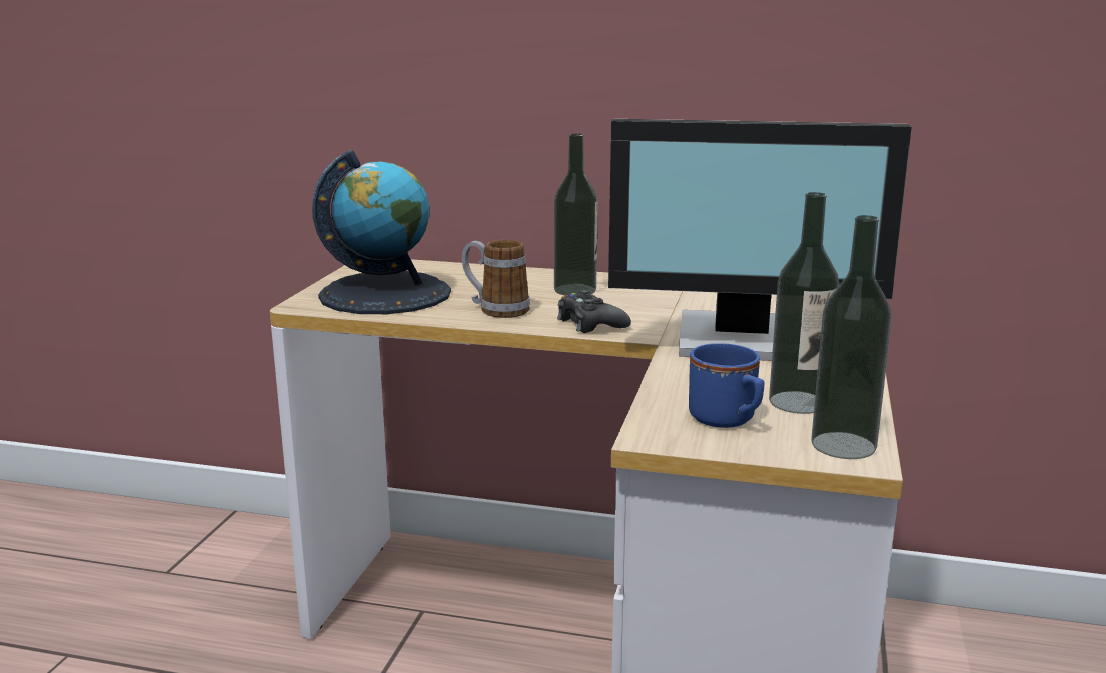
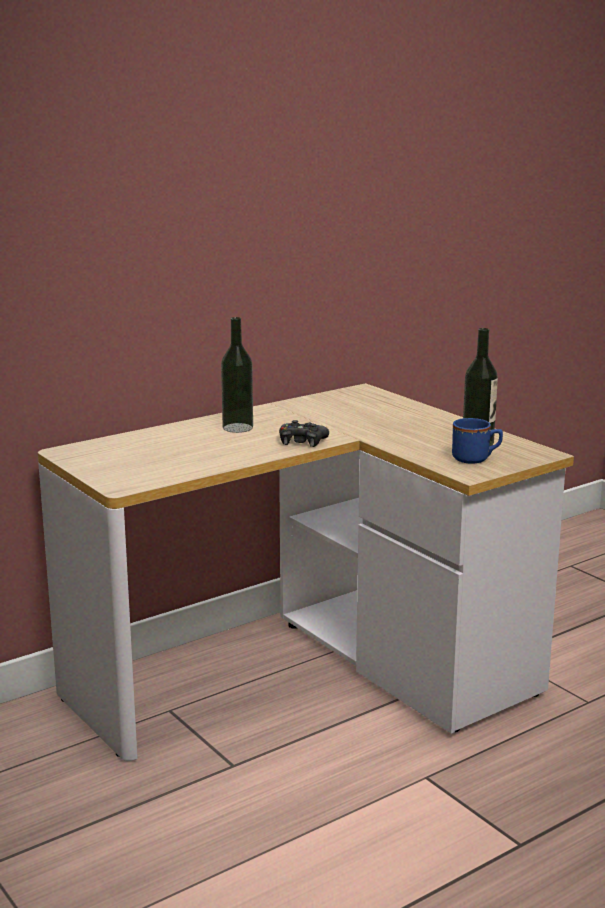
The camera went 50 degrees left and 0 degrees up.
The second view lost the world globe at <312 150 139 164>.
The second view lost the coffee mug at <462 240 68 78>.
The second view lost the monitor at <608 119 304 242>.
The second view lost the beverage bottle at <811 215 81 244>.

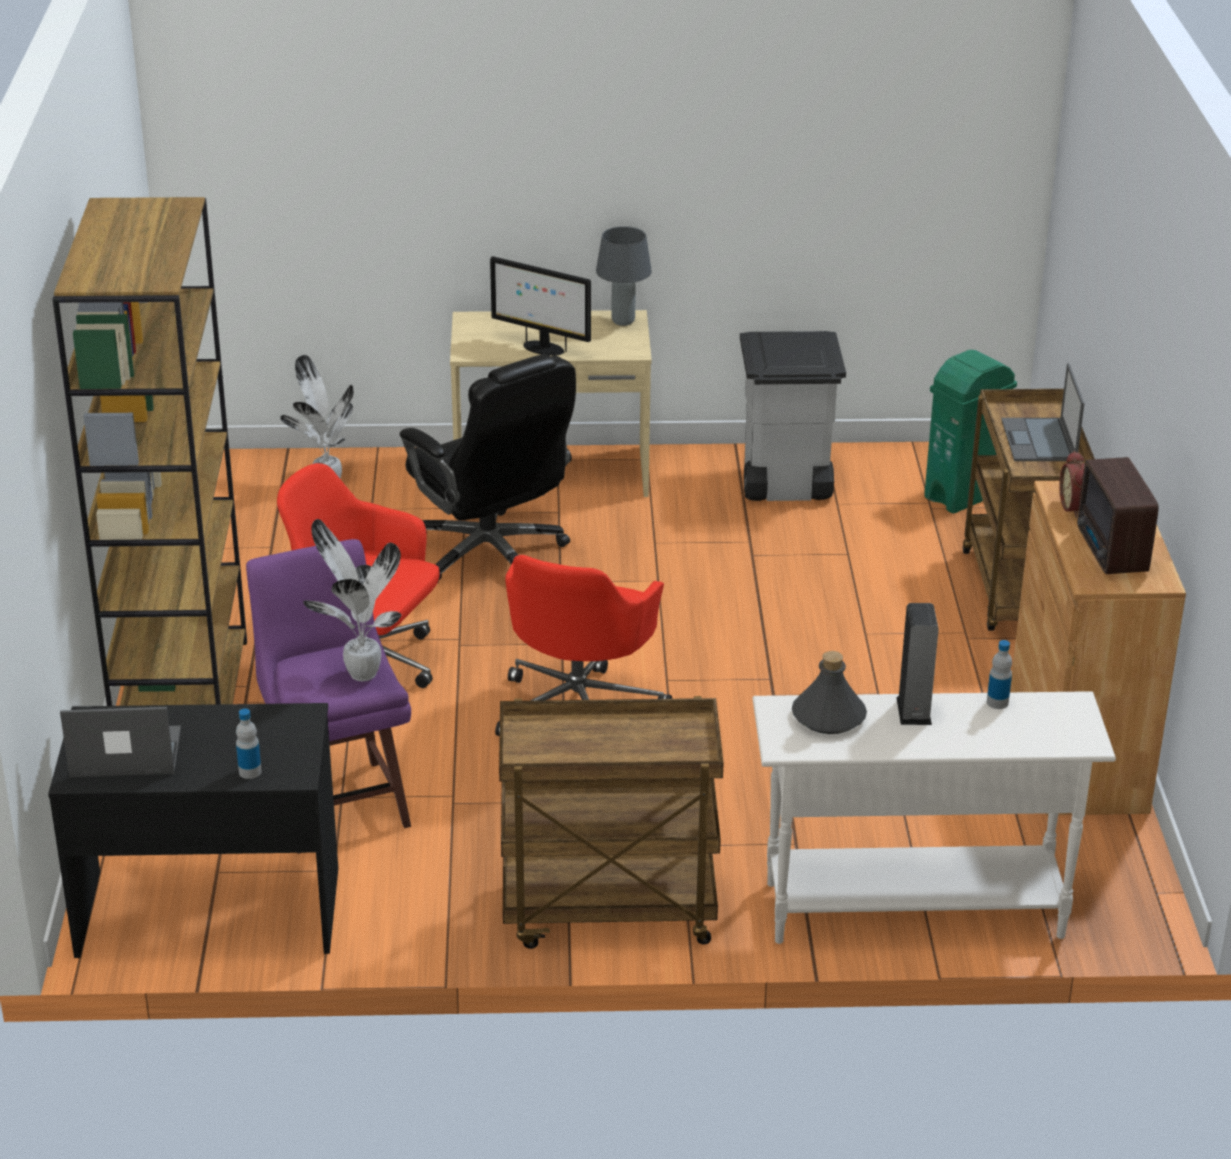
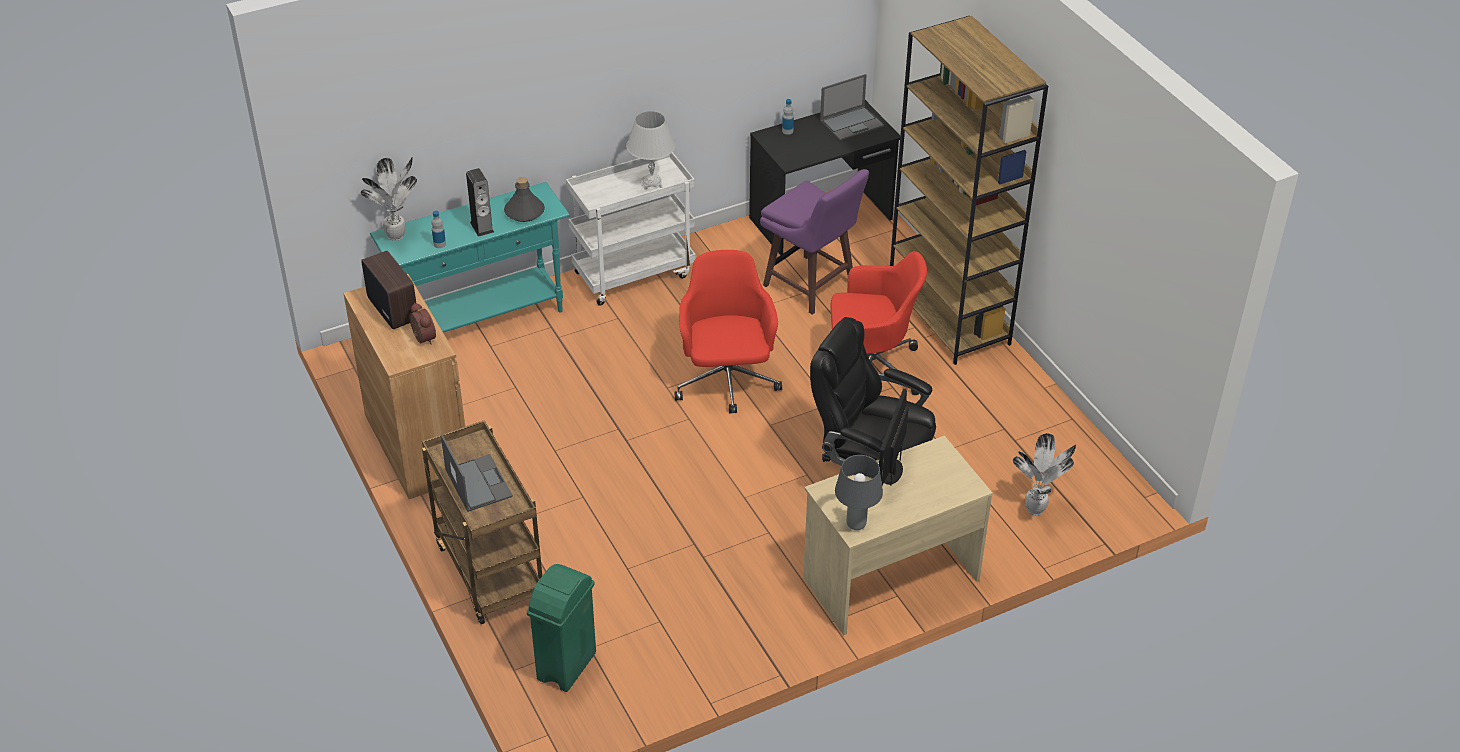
The camera went 155 degrees right and 10 degrees up.
The second view lost the trash can in greyish at <740 331 106 170>.
The second view gained the tabletop lamp in white at <626 111 50 79>.
The potted plant ended up elsewhere, having gone from <303 519 98 162> to <360 157 57 84>.
What was the cart in brown-coloured at <499 696 225 253> turned into the cart in white at <566 152 130 154>.
What was the hall table in white at <753 691 363 253> turned into the hall table in turquoise at <370 182 200 151>.
The monitor at <490 256 101 100> ended up facing another way, 75 degrees counterclockwise from before.

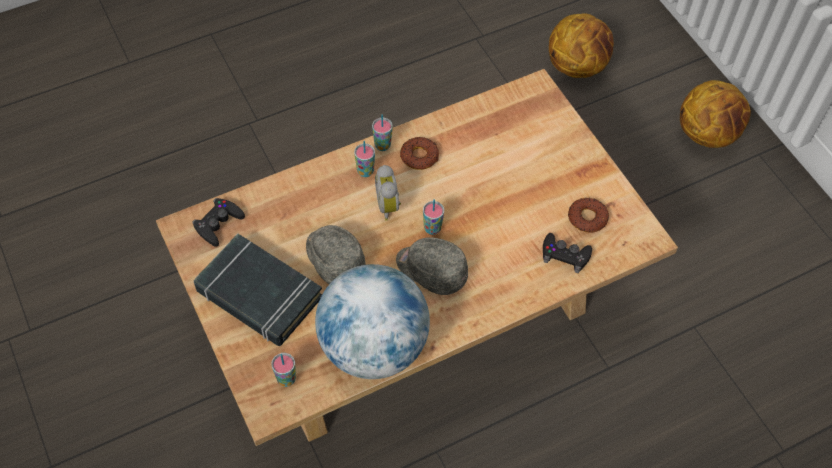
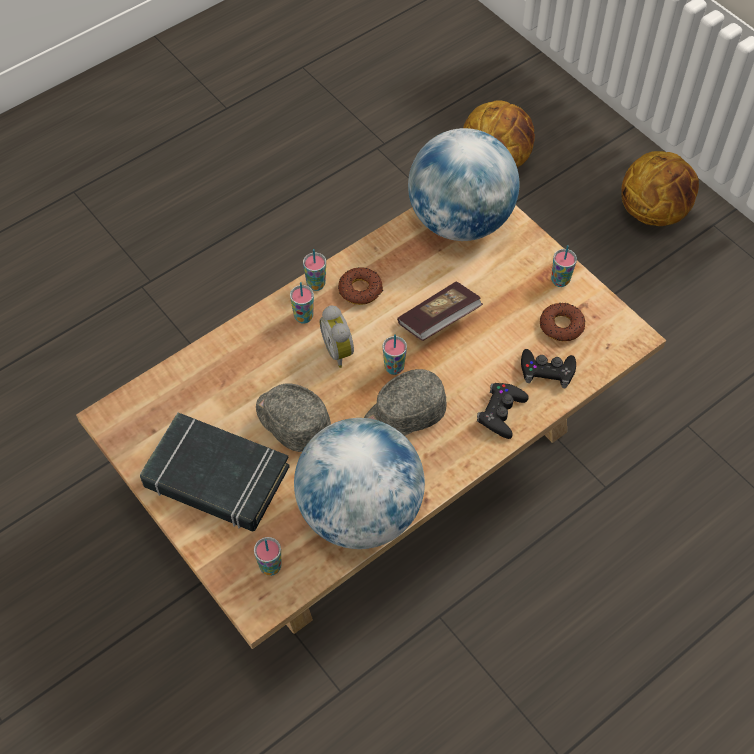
The camera went 10 degrees left and 0 degrees up.
The second view gained the volume at <397 282 86 59>.
The second view gained the world globe at <408 128 111 113>.
The second view gained the small cup at <551 245 26 42>.
The game controller in black ended up elsewhere, having gone from <192 198 53 49> to <477 383 52 56>.
The peaked cap in greyish at <396 237 72 58> ended up facing another way, 45 degrees counterclockwise from before.

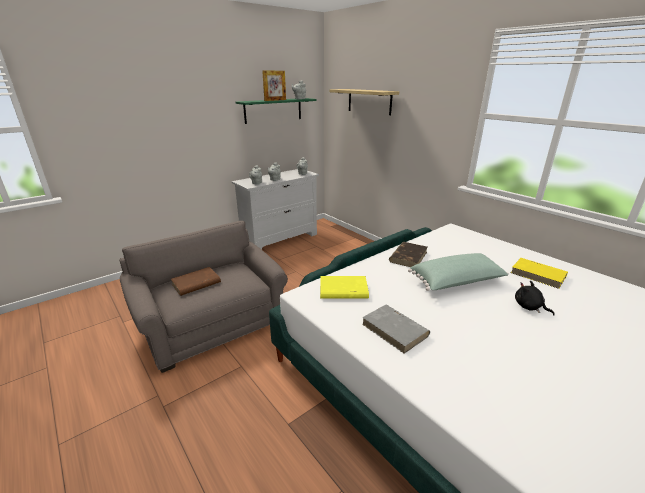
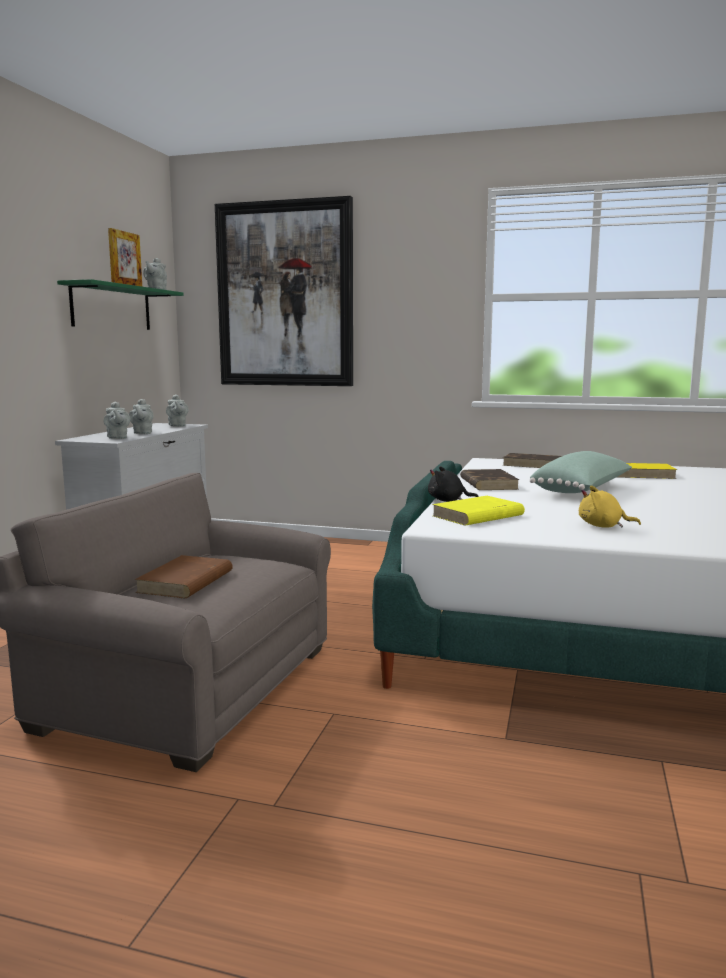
The camera went 35 degrees left and 15 degrees down.
The second view gained the volume in brown-coloured at <502 453 60 15>.
The soft toy in black ended up elsewhere, having gone from <515 281 40 35> to <428 466 51 36>.
Where the shelf hung at <330 89 69 26>, the picture came to hang at <215 196 138 190>.
Where the volume in greyish stood at <362 305 68 49>, the soft toy in yellow came to stand at <579 486 62 42>.

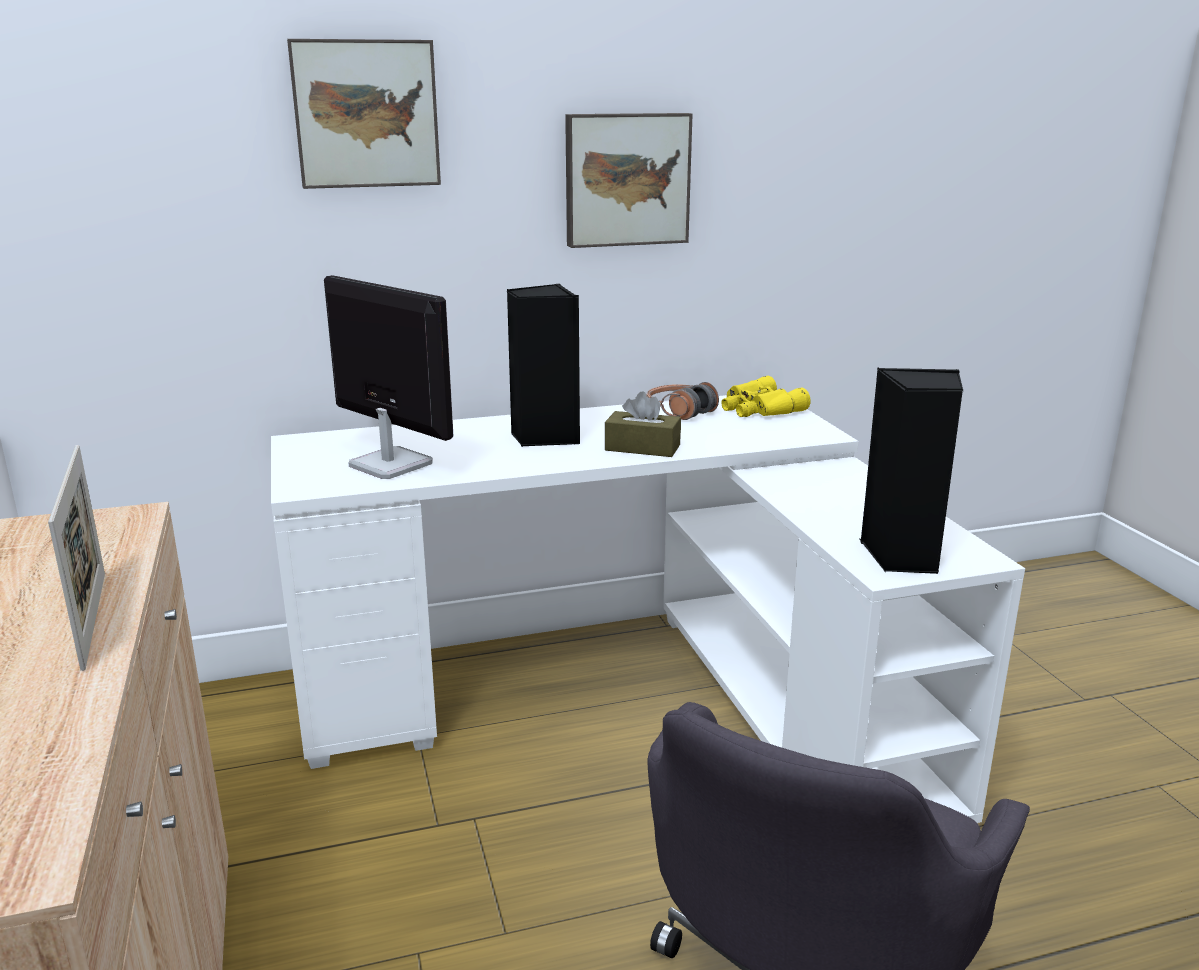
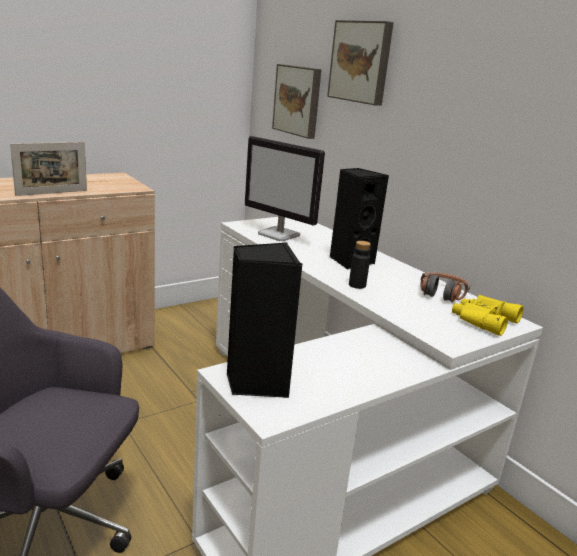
The camera went 70 degrees right and 0 degrees up.
The picture ended up elsewhere, having gone from <565 113 128 135> to <272 64 50 75>.
Where the tissue box in brown-coloured stood at <605 391 76 66>, the beverage bottle in black came to stand at <349 241 22 48>.
The monitor at <324 275 129 204> ended up facing another way, 105 degrees clockwise from before.

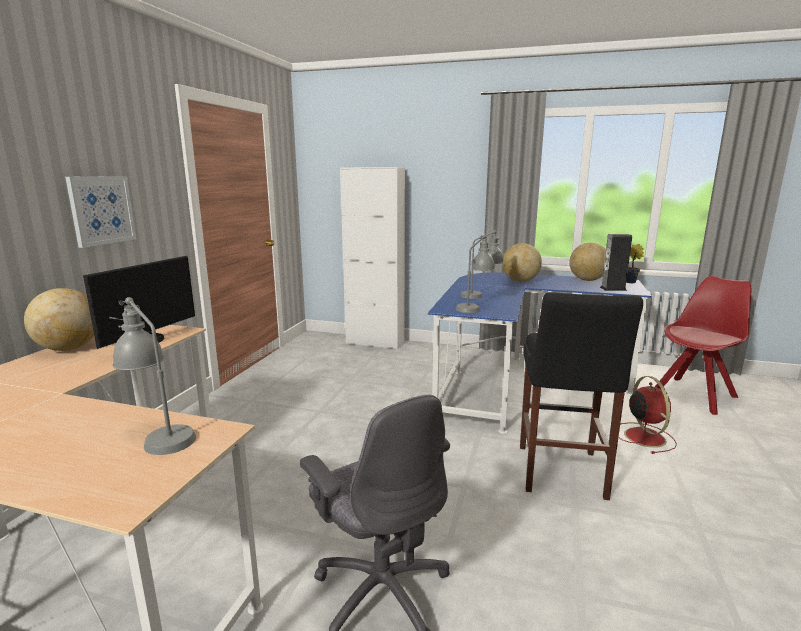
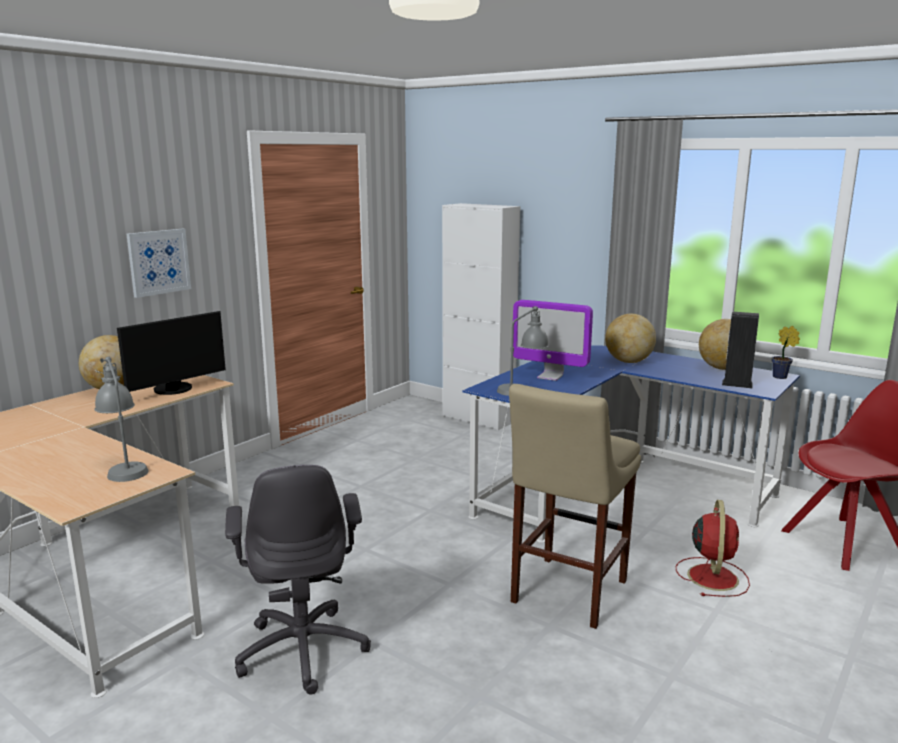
The camera went 20 degrees right and 0 degrees up.
Where the tabletop lamp in greyish stood at <460 230 44 69>, the monitor came to stand at <513 300 80 81>.
What was the sitting stool in black at <520 292 123 208> turned into the sitting stool in beige at <509 384 132 245>.

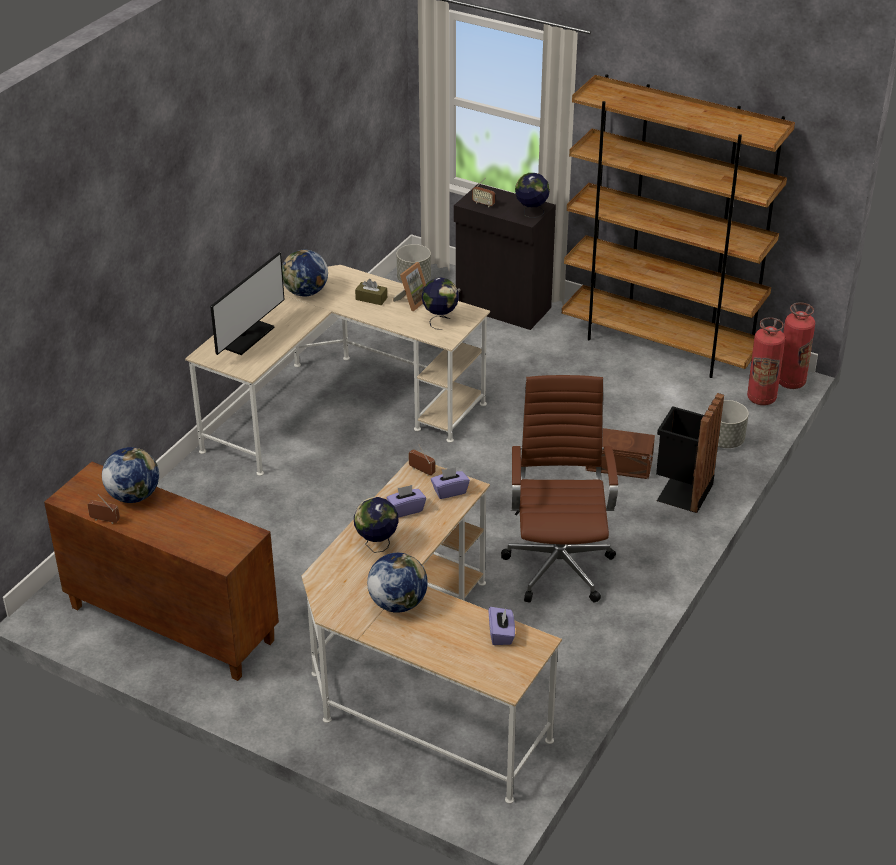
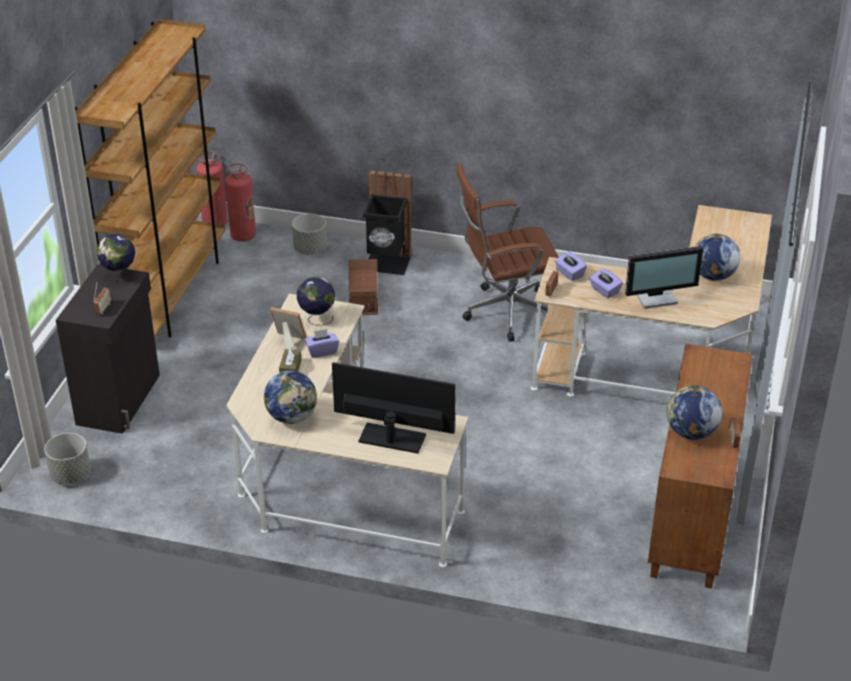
The camera went 105 degrees left and 0 degrees up.
The tissue box in purple-coloured ended up elsewhere, having gone from <489 607 26 38> to <305 329 34 29>.
Where the world globe stood at <354 497 45 56>, the monitor came to stand at <625 246 78 63>.

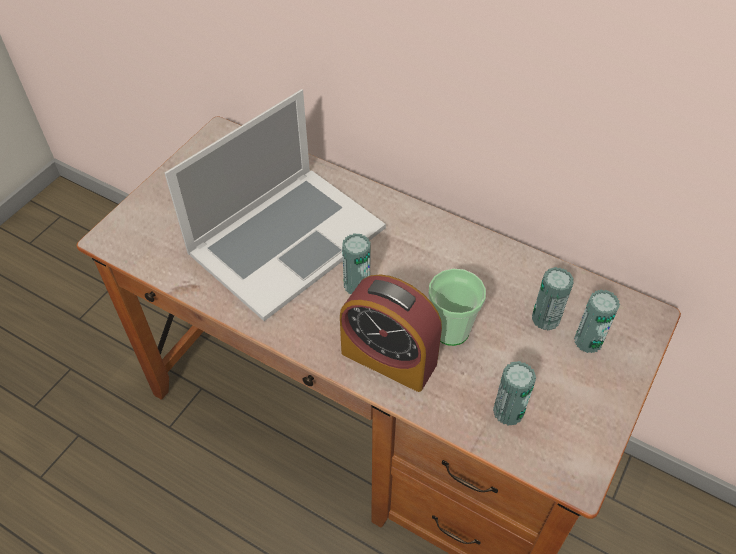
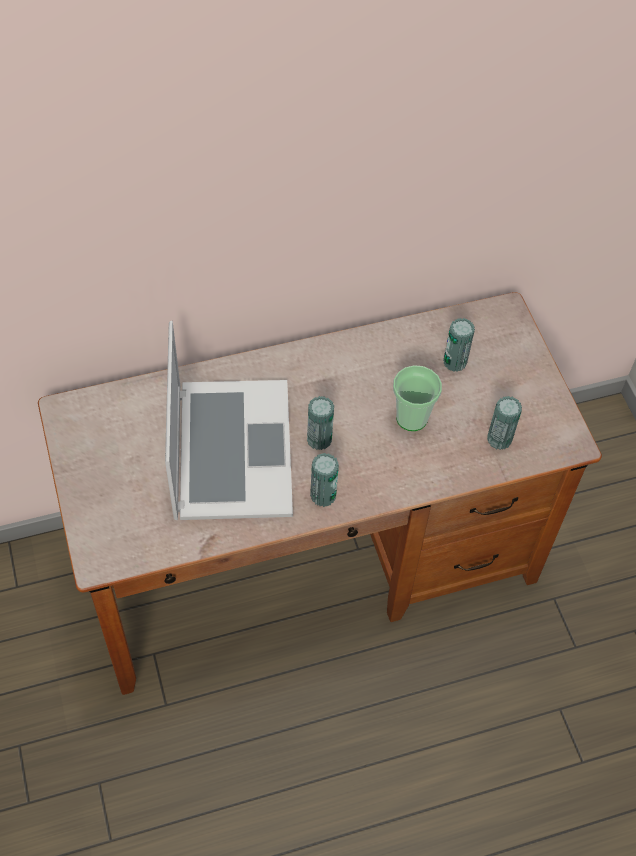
The camera went 50 degrees left and 5 degrees up.
The second view lost the bedside clock at <340 274 102 118>.
The metal can ended up elsewhere, having gone from <574 289 46 64> to <310 453 29 54>.

